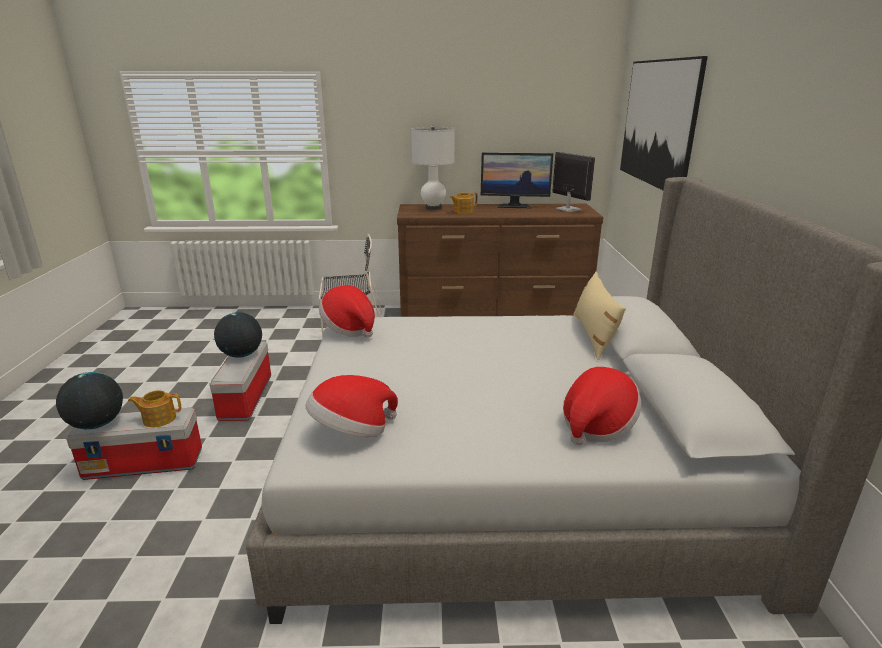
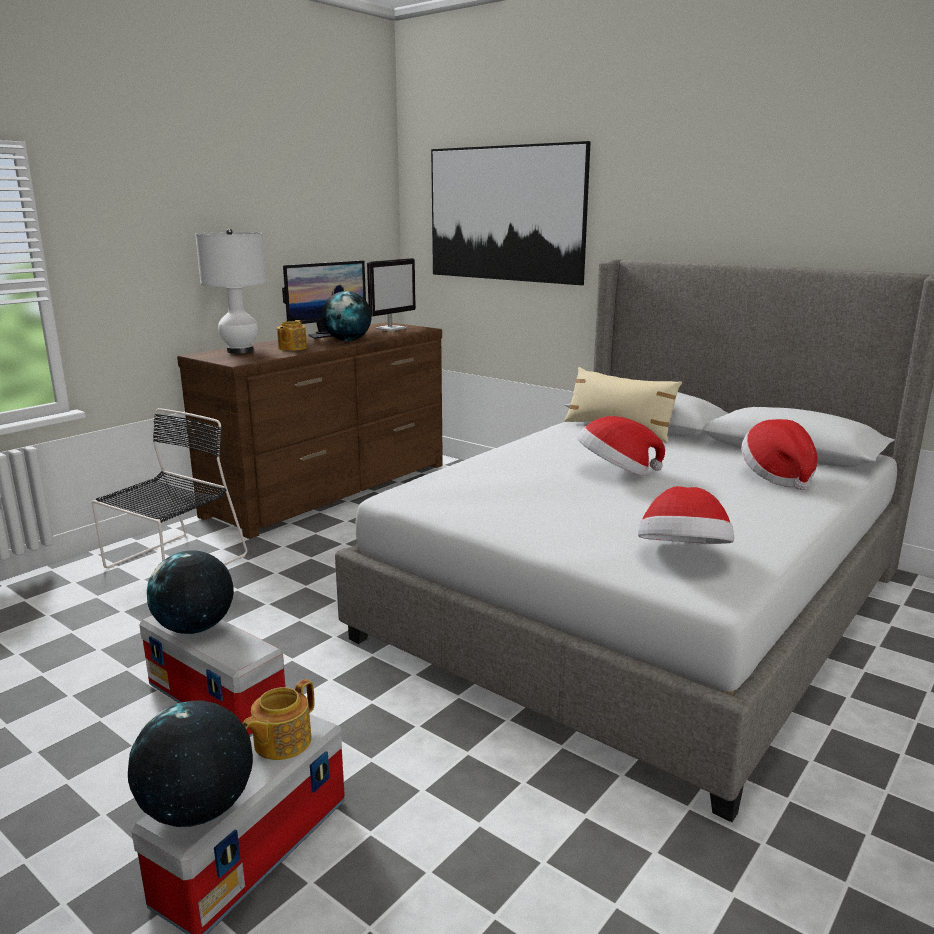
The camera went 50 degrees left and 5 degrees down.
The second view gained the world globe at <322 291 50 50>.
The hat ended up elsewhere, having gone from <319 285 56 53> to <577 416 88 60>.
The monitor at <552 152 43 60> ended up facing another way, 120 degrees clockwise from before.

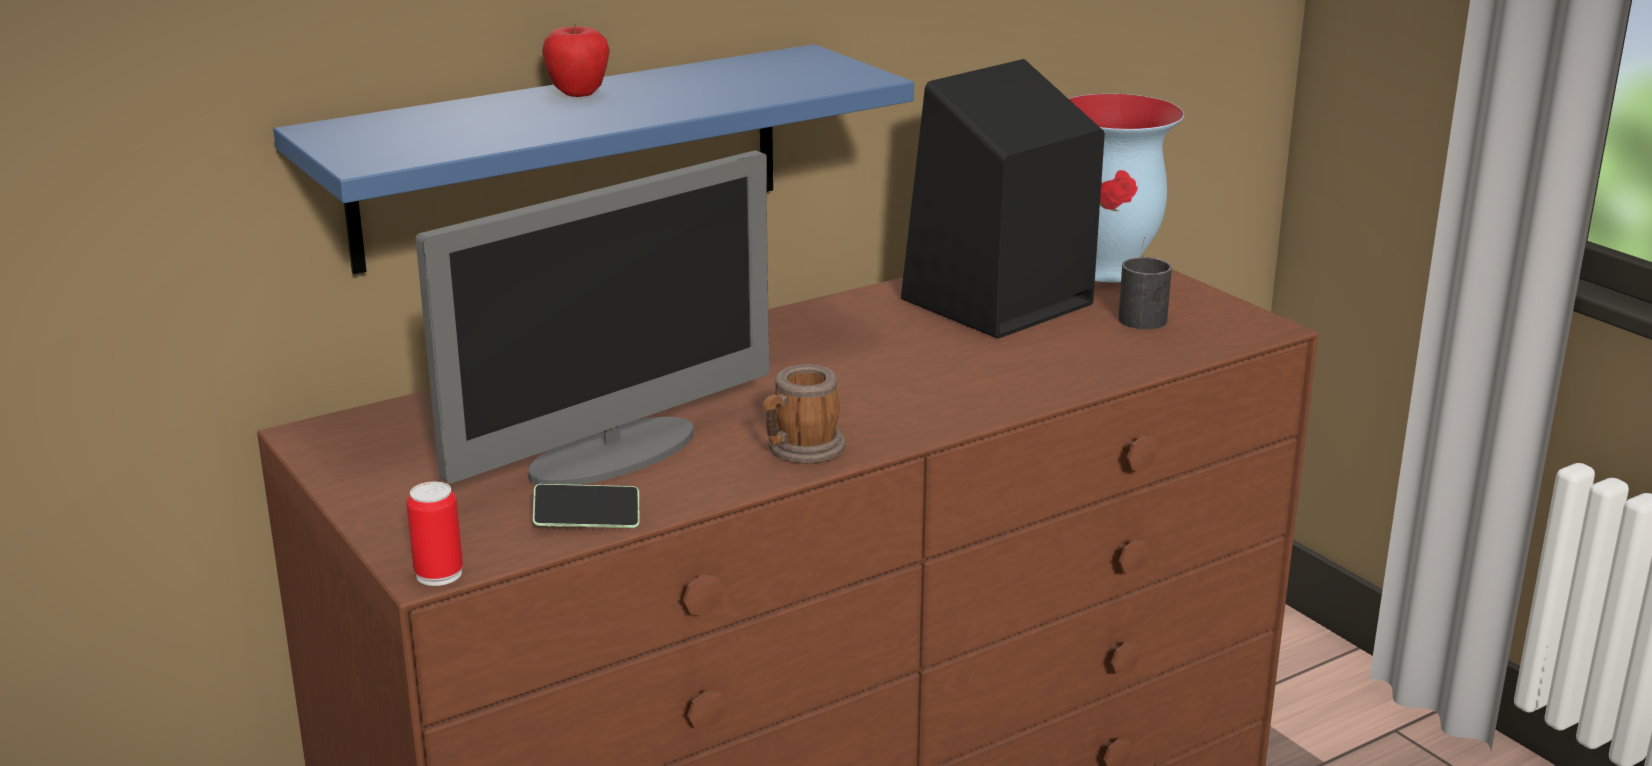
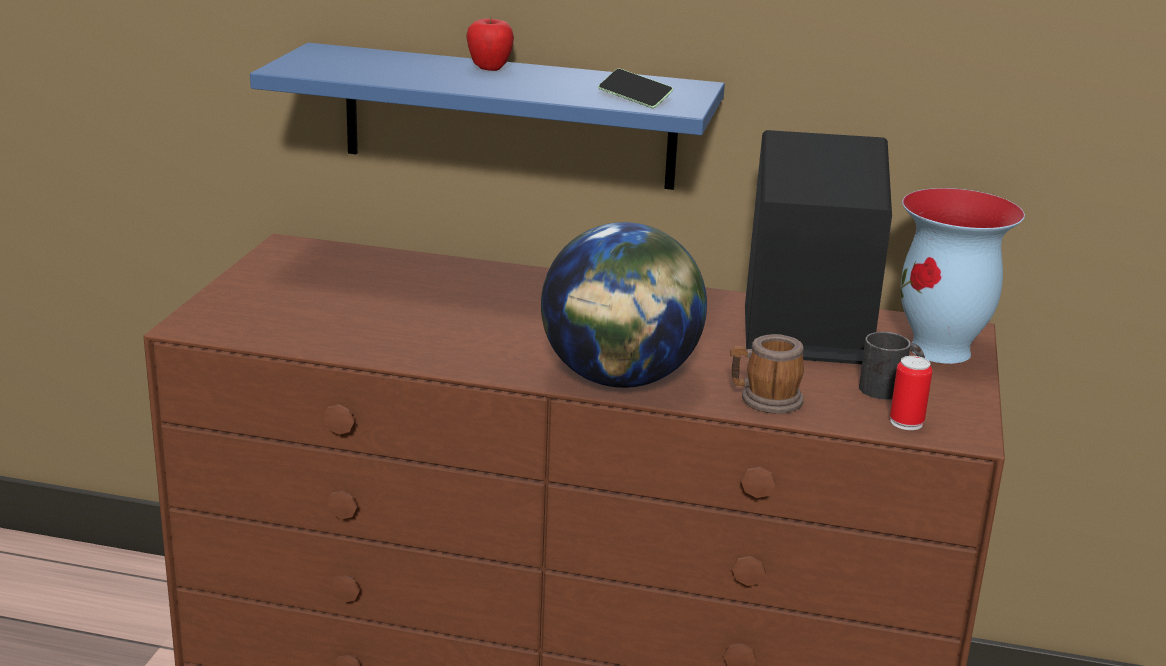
The camera went 45 degrees right and 0 degrees up.
The second view lost the monitor at <415 150 355 335>.
The second view gained the world globe at <541 222 166 166>.
The metal can ended up elsewhere, having gone from <407 482 56 104> to <890 356 42 74>.
The handset ended up elsewhere, having gone from <533 484 107 44> to <598 69 75 39>.
The coffee mug ended up elsewhere, having gone from <763 364 82 100> to <730 334 74 80>.

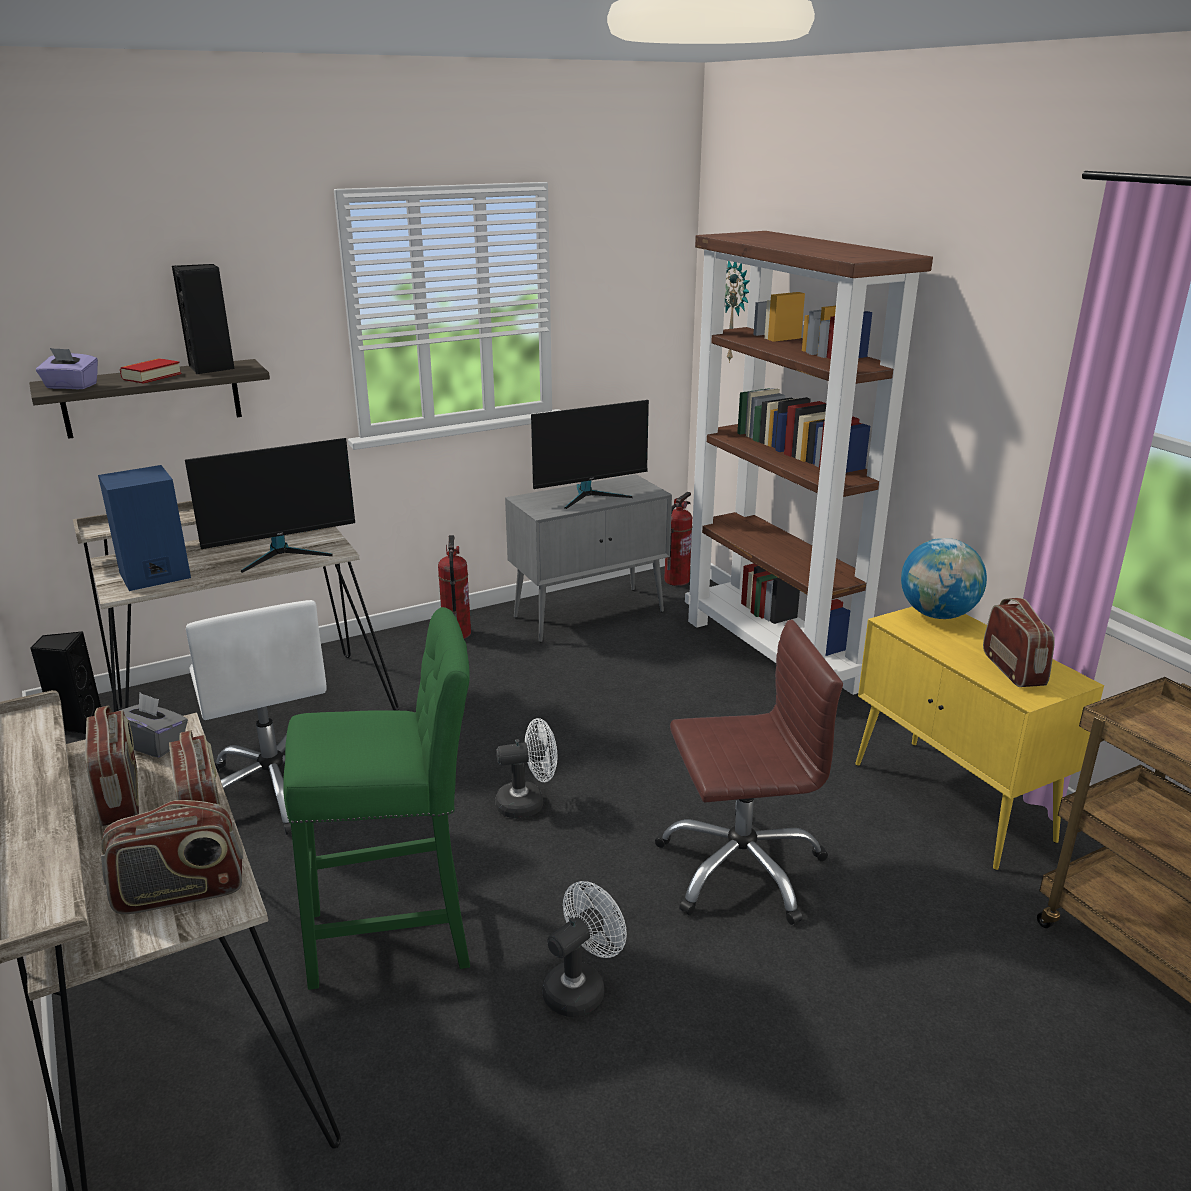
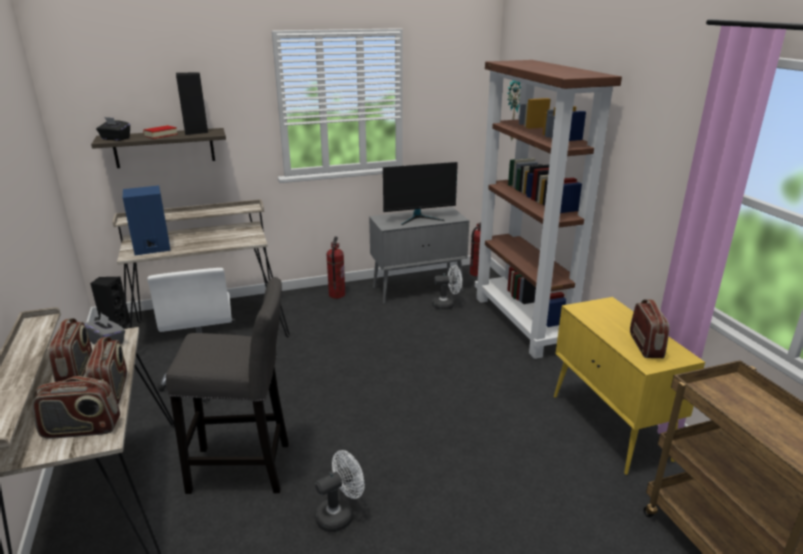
The camera went 10 degrees right and 0 degrees up.
The second view lost the monitor at <185 438 170 135>.
The second view lost the office chair in brown-coloured at <655 620 188 305>.
The second view lost the world globe at <901 538 86 81>.
The electric fan in white ended up elsewhere, having gone from <495 718 62 100> to <432 265 30 45>.
What was the tissue box in purple-coloured at <36 348 62 41> turned into the tissue box in black at <96 117 34 24>.
What was the sitting stool in greenish at <283 607 187 383> turned into the sitting stool in greyish at <166 277 123 217>.

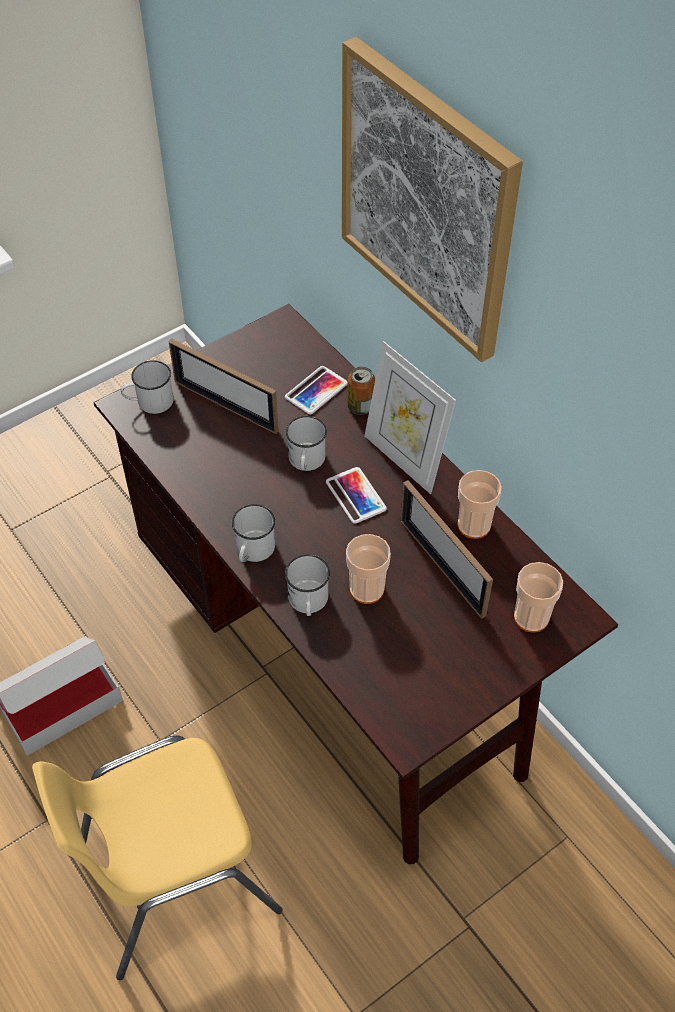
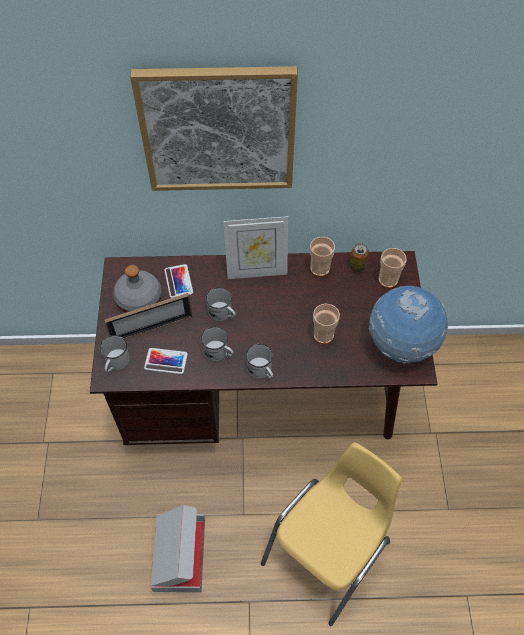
The camera went 55 degrees left and 5 degrees up.
The second view lost the photo frame at <401 480 92 139>.
The second view gained the beverage bottle in greyish at <113 265 49 47>.
The second view gained the world globe at <369 286 79 78>.
The coffee mug in white ended up elsewhere, having gone from <285 554 45 62> to <201 327 33 34>.
The handset ended up elsewhere, having gone from <326 467 61 57> to <144 348 44 26>.
The metal can ended up elsewhere, having gone from <348 367 27 48> to <349 243 20 29>.
The chair in yellow at <32 736 251 244> ended up facing another way, 150 degrees counterclockwise from before.

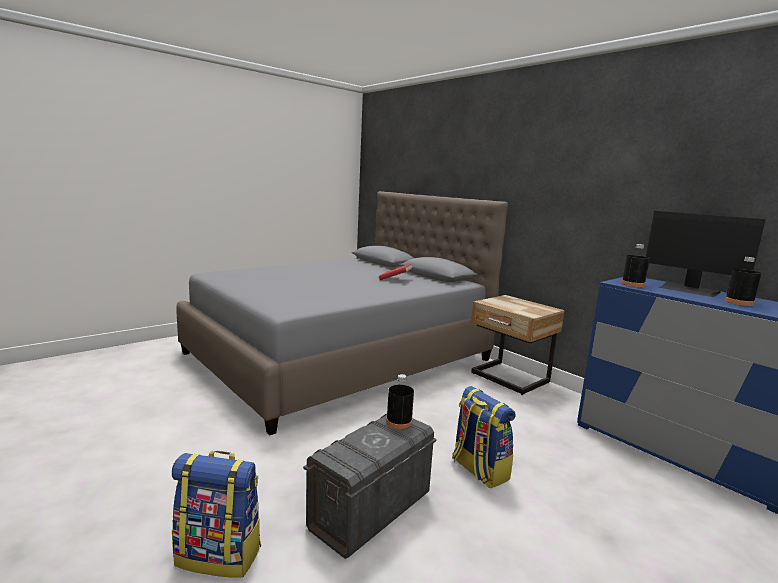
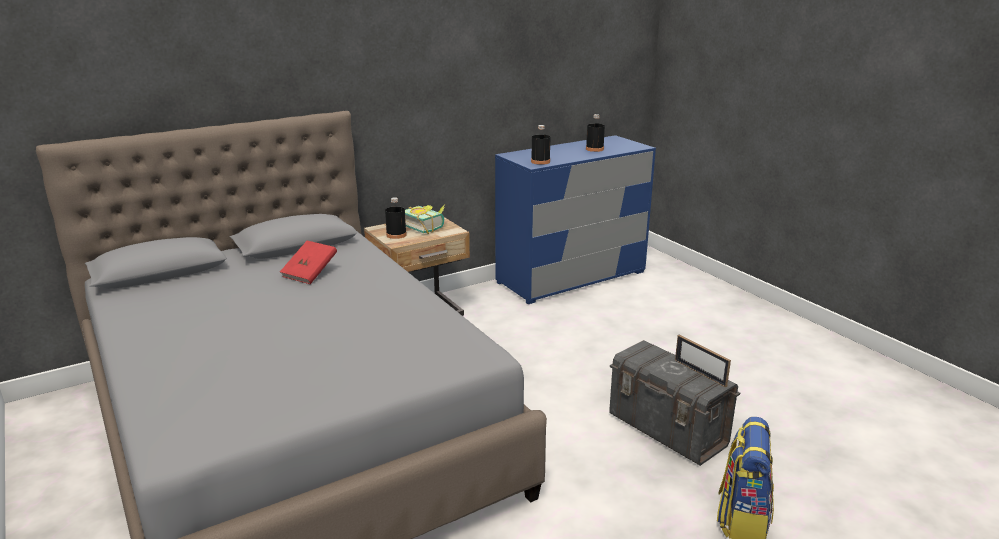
The camera went 80 degrees left and 10 degrees up.
The second view lost the rucksack at <452 386 64 103>.
The second view lost the monitor at <646 211 120 86>.
The second view gained the volume at <405 204 40 30>.
The second view gained the photo frame at <675 335 56 52>.
The beverage bottle in black ended up elsewhere, having gone from <386 374 28 55> to <385 197 22 42>.

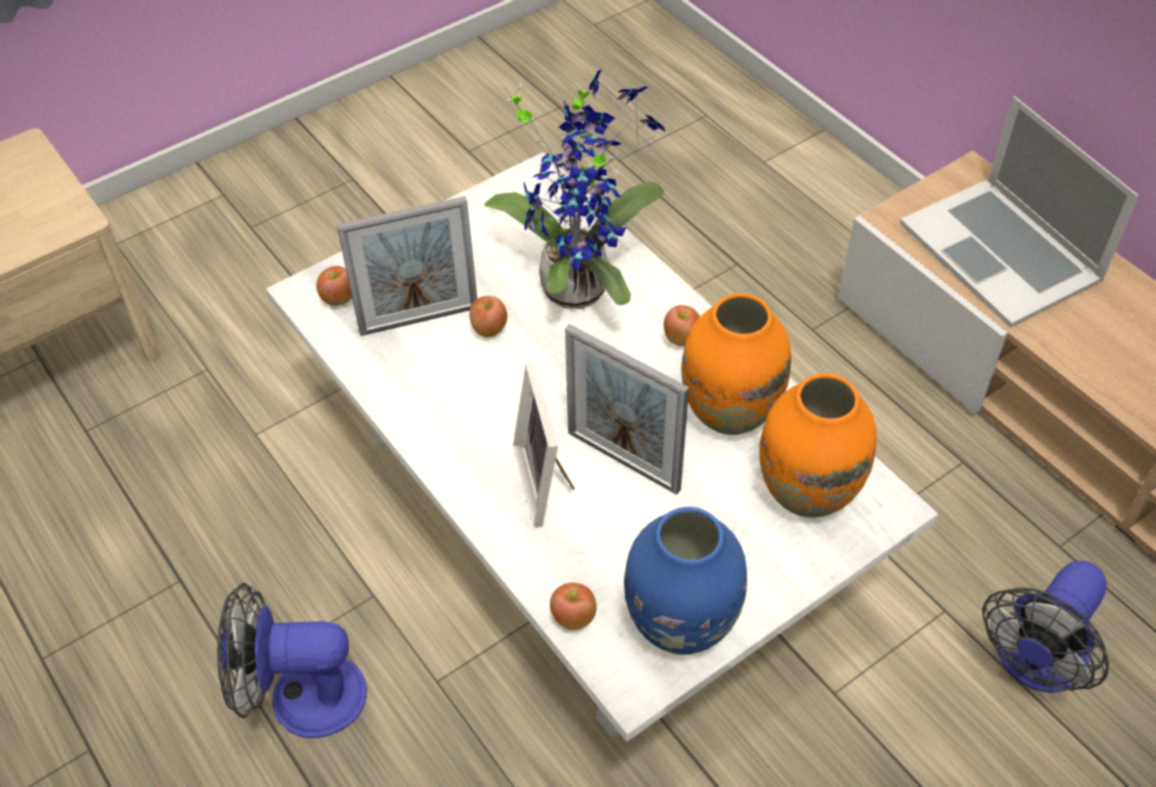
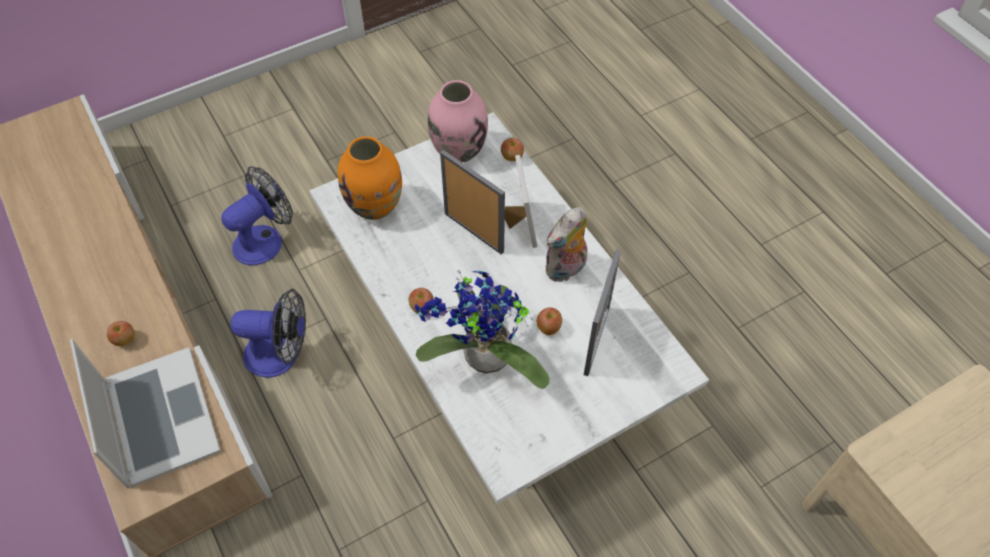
The camera went 175 degrees left and 5 degrees up.
The second view lost the vase in orange-coloured at <681 293 110 142>.
The second view gained the soft toy at <545 207 42 75>.
The electric fan ended up elsewhere, having gone from <217 583 150 155> to <230 289 76 89>.
The apple ended up elsewhere, having gone from <316 266 36 40> to <107 321 28 25>.
What was the vase in blue-coloured at <624 507 123 148> turned into the vase in pink-coloured at <428 80 60 83>.
The photo frame at <337 196 140 140> ended up facing another way, 120 degrees clockwise from before.

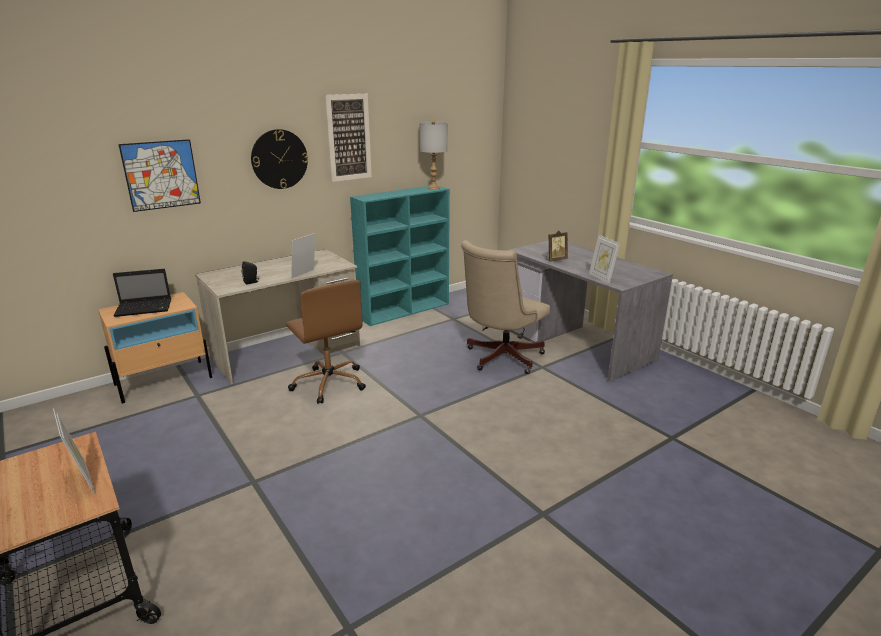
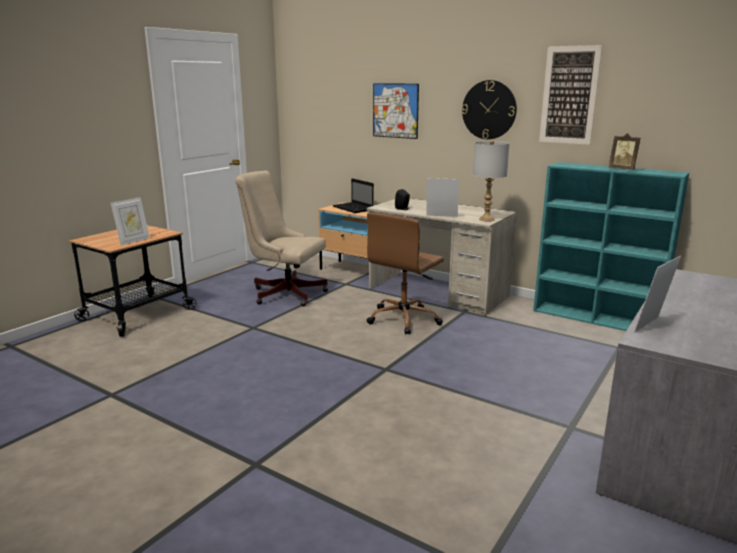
The camera went 70 degrees right and 5 degrees down.
The tabletop lamp in greyish ended up elsewhere, having gone from <419 120 29 70> to <473 140 37 81>.
The office chair in beige ended up elsewhere, having gone from <461 240 89 134> to <235 171 93 136>.
The photo frame ended up elsewhere, having gone from <546 230 22 32> to <609 133 31 37>.

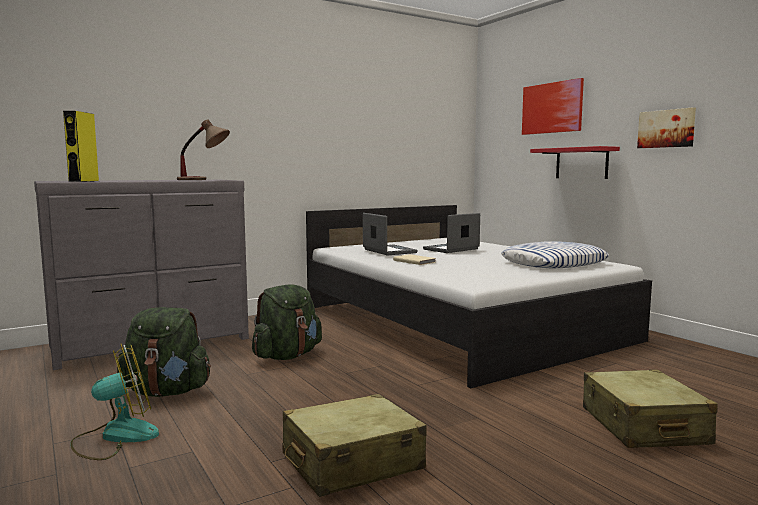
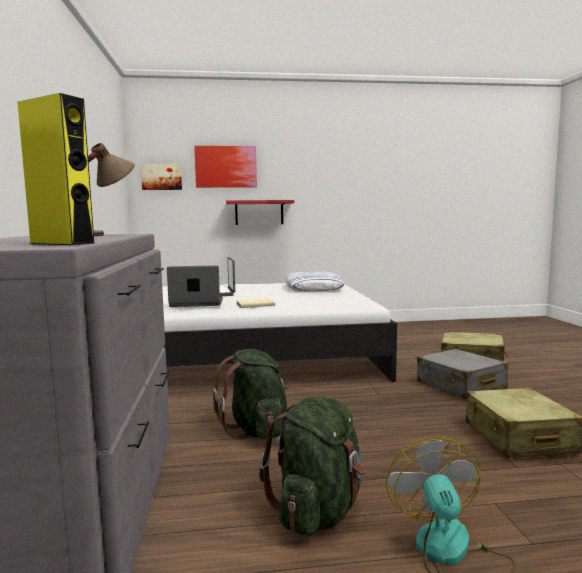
The camera went 65 degrees left and 0 degrees up.
The second view gained the suitcase in greyish at <417 349 91 50>.
The picture ended up elsewhere, having gone from <637 107 59 41> to <141 164 41 26>.

